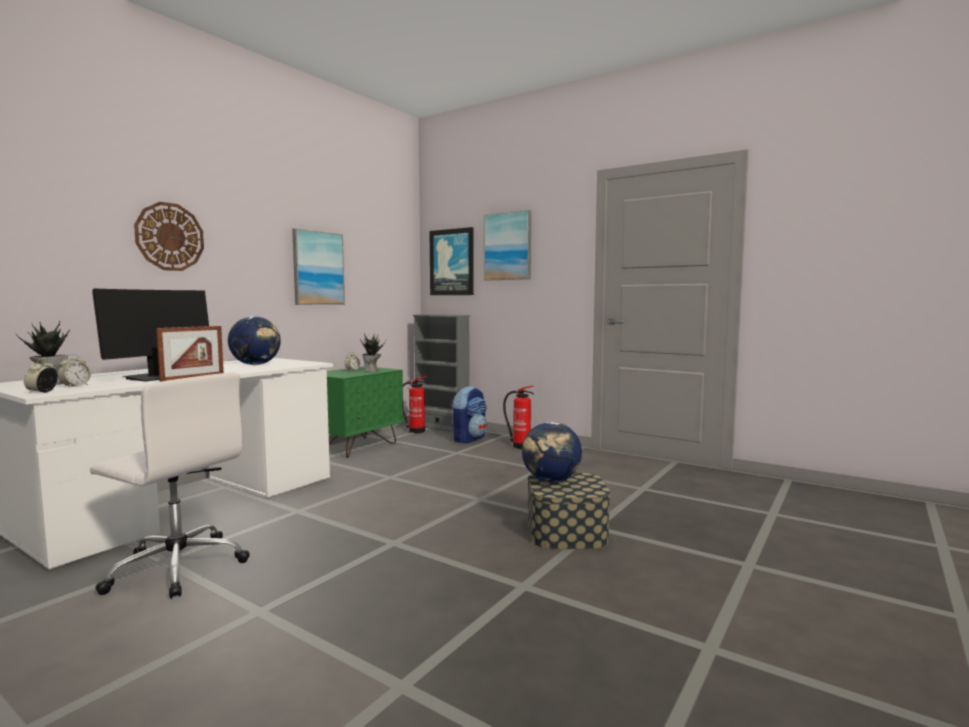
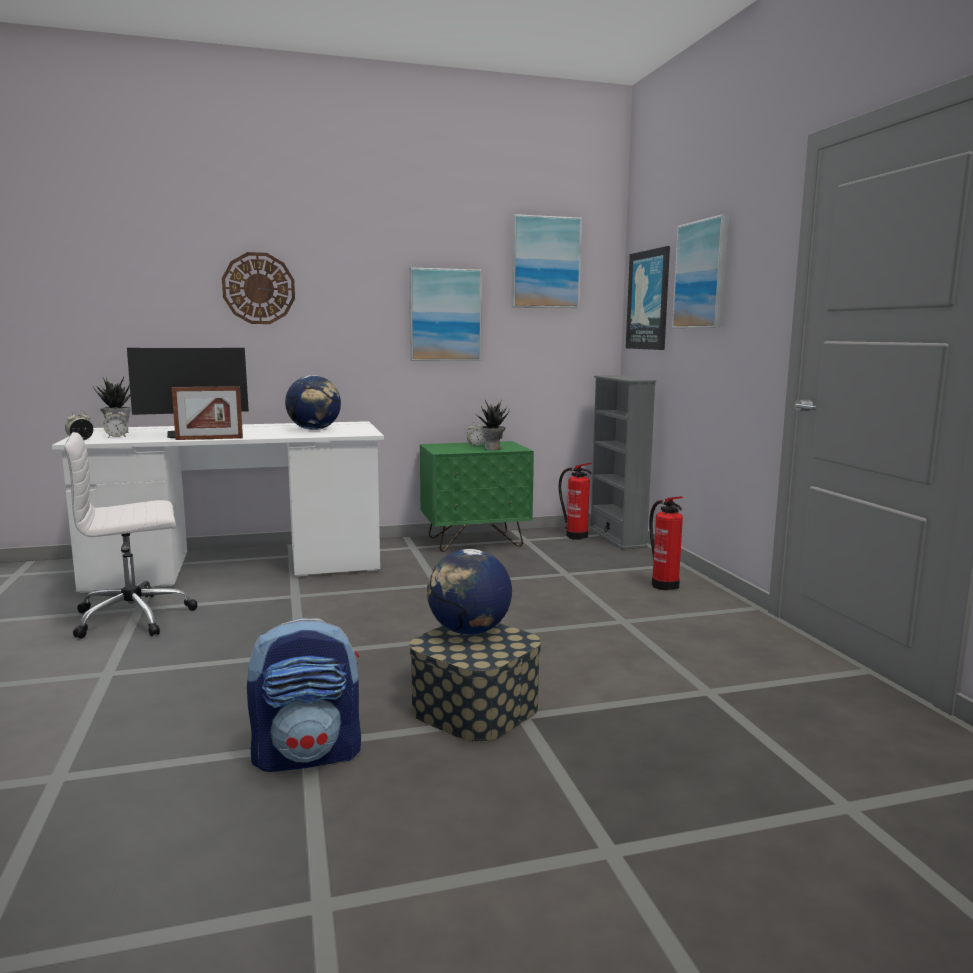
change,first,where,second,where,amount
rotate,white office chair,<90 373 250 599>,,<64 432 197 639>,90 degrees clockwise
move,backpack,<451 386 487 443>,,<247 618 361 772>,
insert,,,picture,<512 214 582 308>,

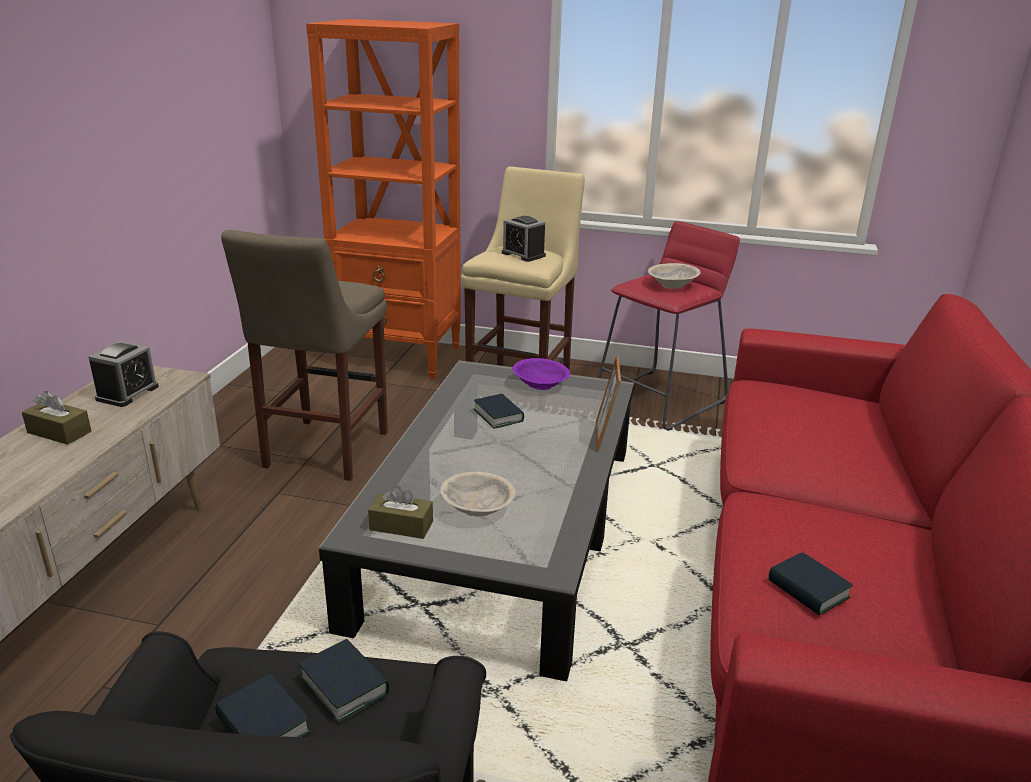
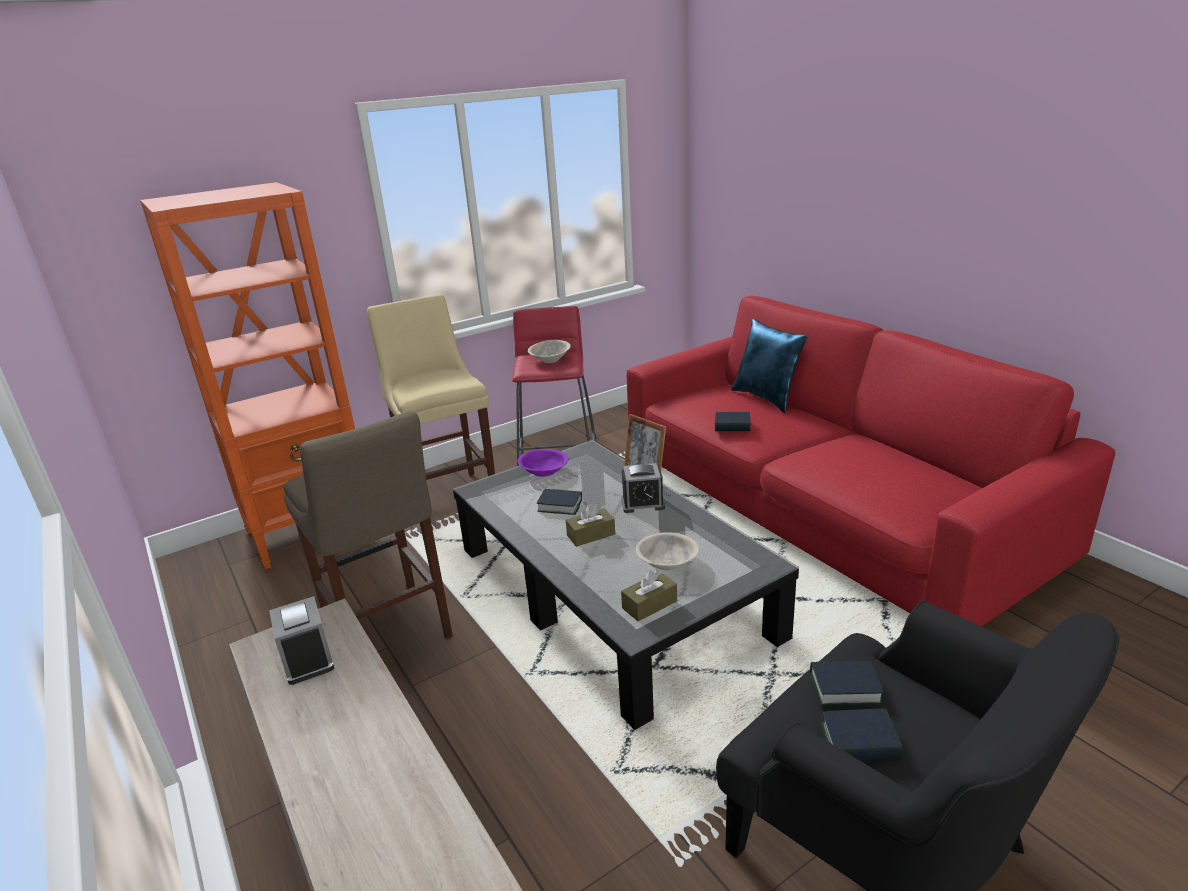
change,first,where,second,where,amount
move,alarm clock,<502 216 546 262>,,<621 463 665 513>,
move,brown tissue box,<22 391 92 445>,,<566 504 615 547>,
move,book,<768 552 853 616>,,<715 412 751 431>,
insert,,,blue pillow,<731 319 808 413>,

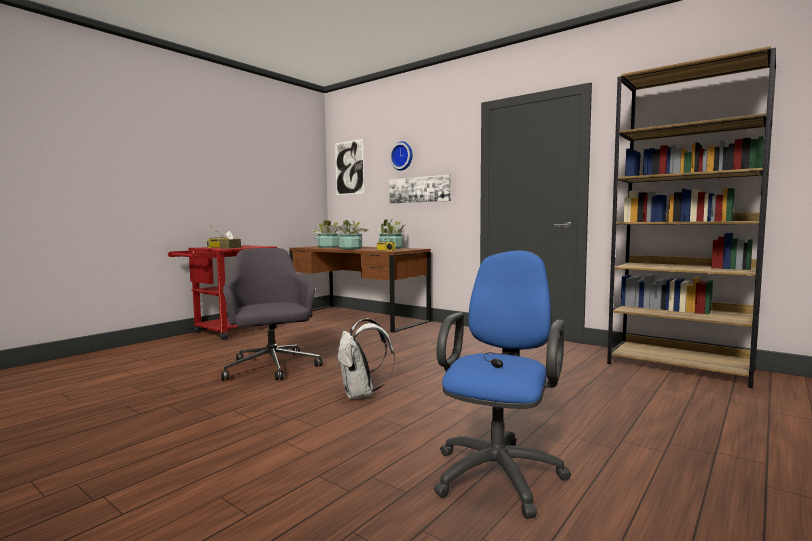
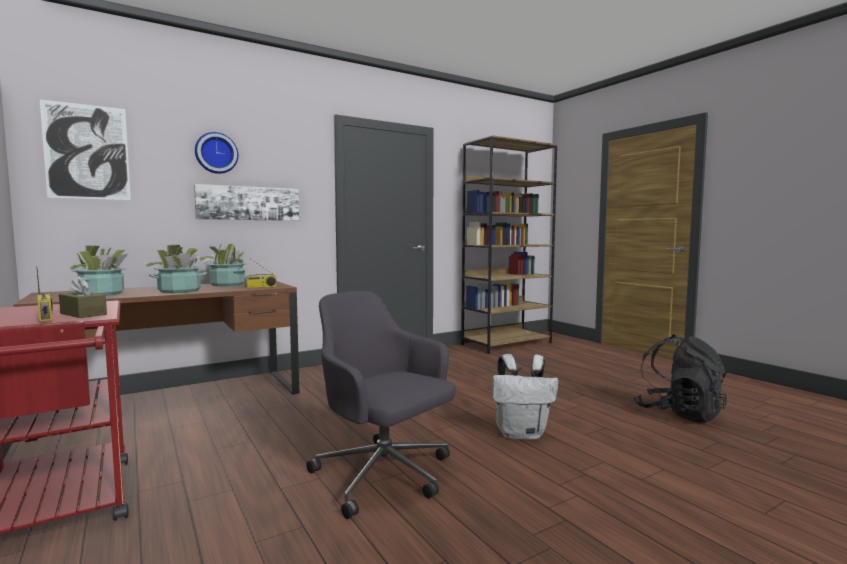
change,first,where,second,where,amount
rotate,grey office chair,<221 248 322 381>,,<306 291 456 519>,45 degrees clockwise
replace,blue office chair,<434 251 571 519>,black backpack,<633 334 727 423>,

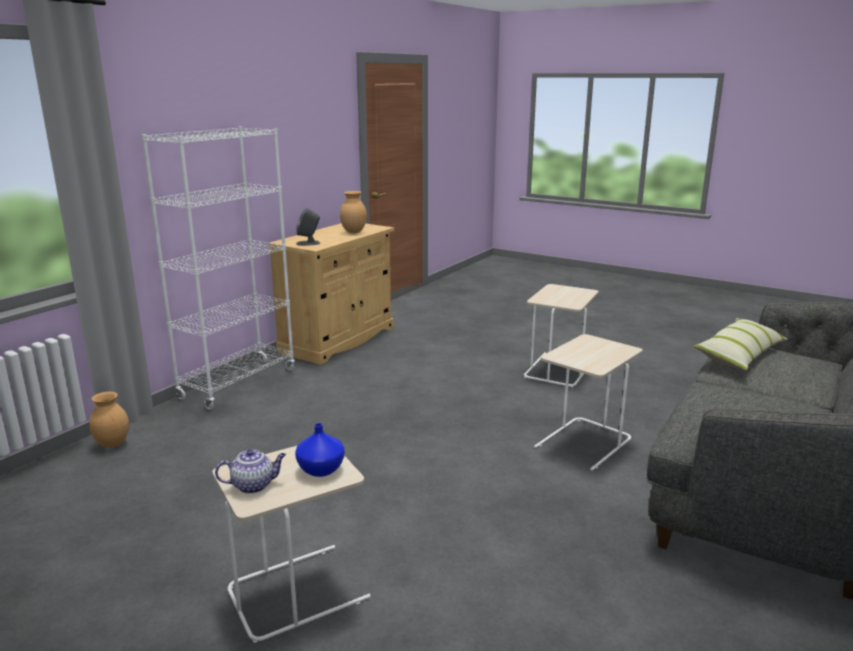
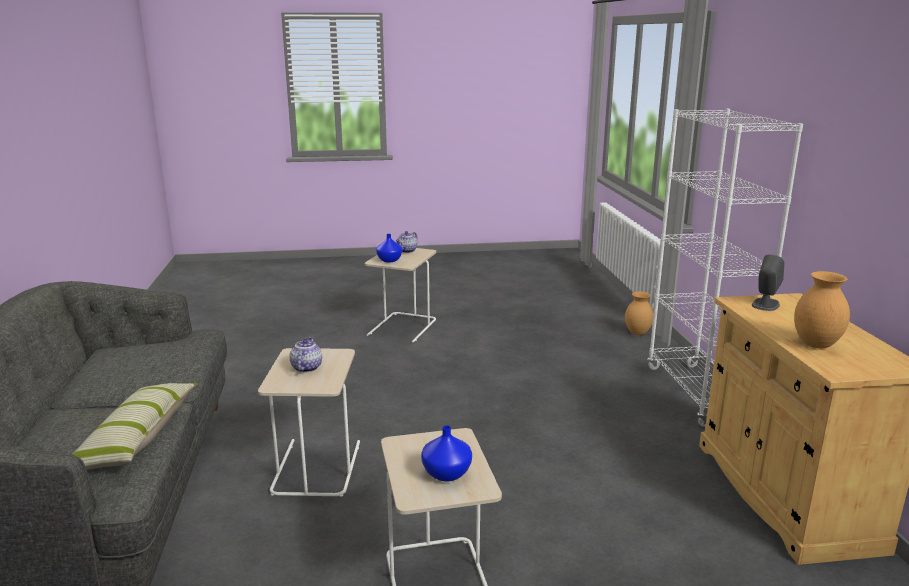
change,first,where,second,where,amount
insert,,,teapot,<290 337 322 372>,
insert,,,blue vase,<421 425 472 482>,

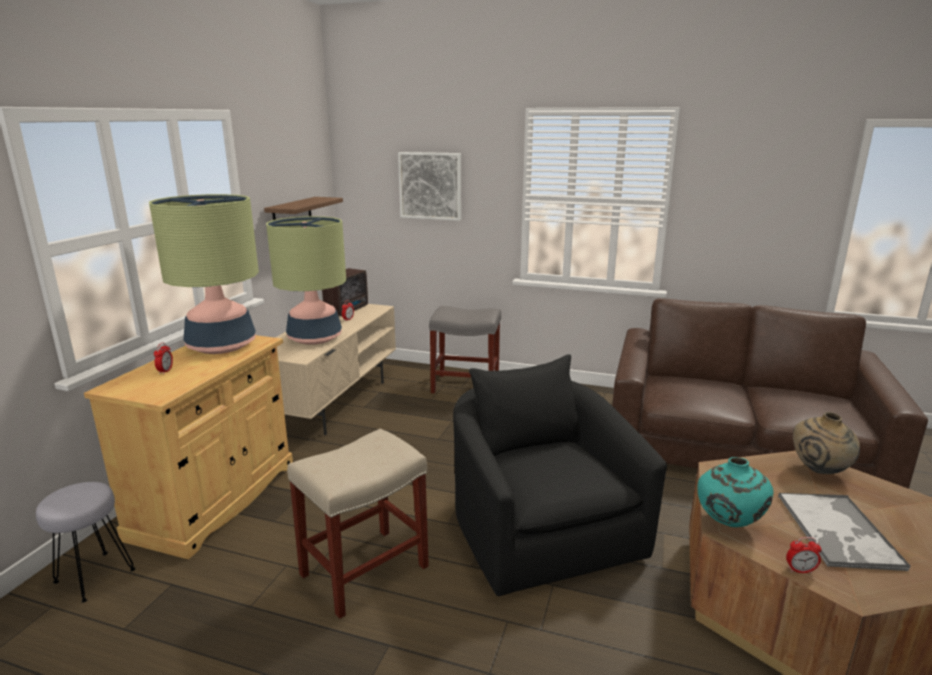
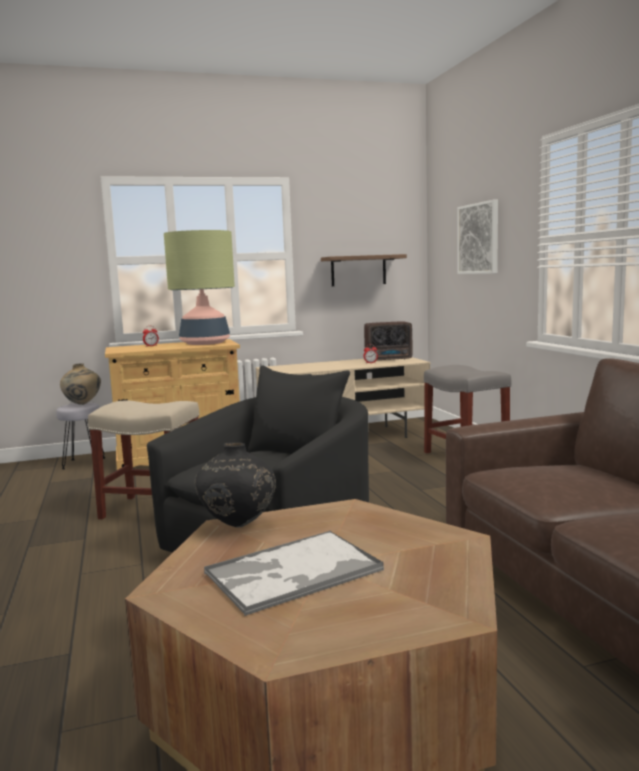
change,first,where,second,where,amount
delete,table lamp,<266 216 346 345>,,,
move,beige vase,<793 412 860 474>,,<60 363 101 405>,
recolor,turquoise vase,<697 457 773 527>,black vase,<194 442 276 527>,
delete,alarm clock,<786 537 822 573>,,,

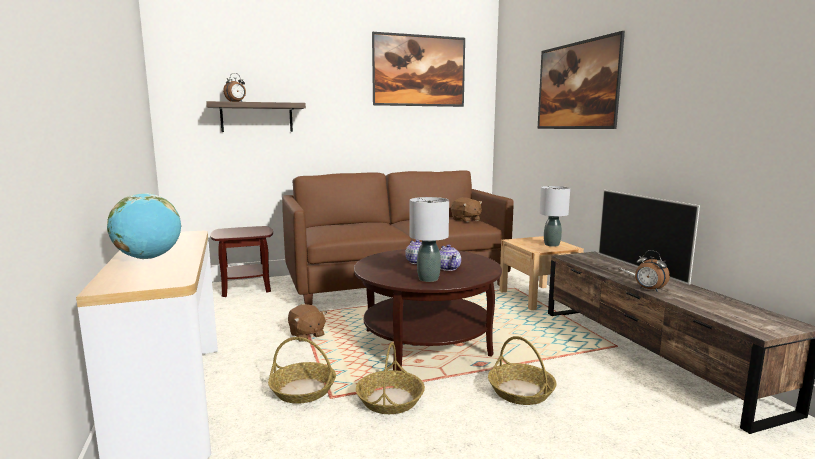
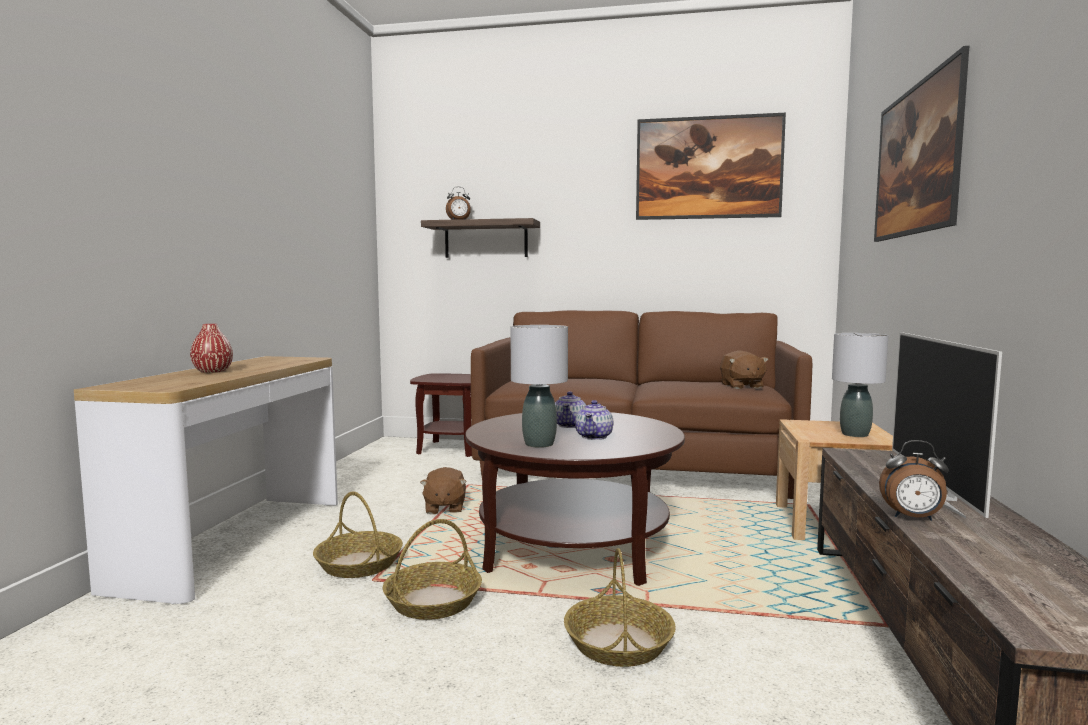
change,first,where,second,where,amount
replace,globe,<107 193 181 259>,red vase,<190 324 233 373>,
rotate,alarm clock,<635 250 670 292>,,<879 440 949 521>,60 degrees counterclockwise

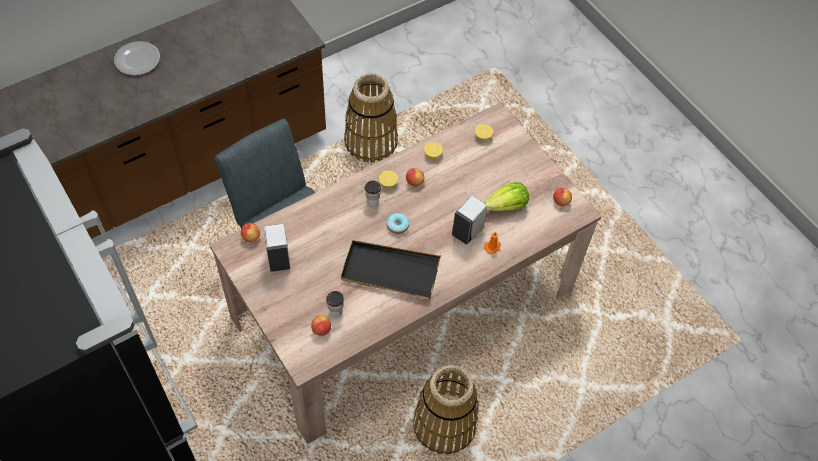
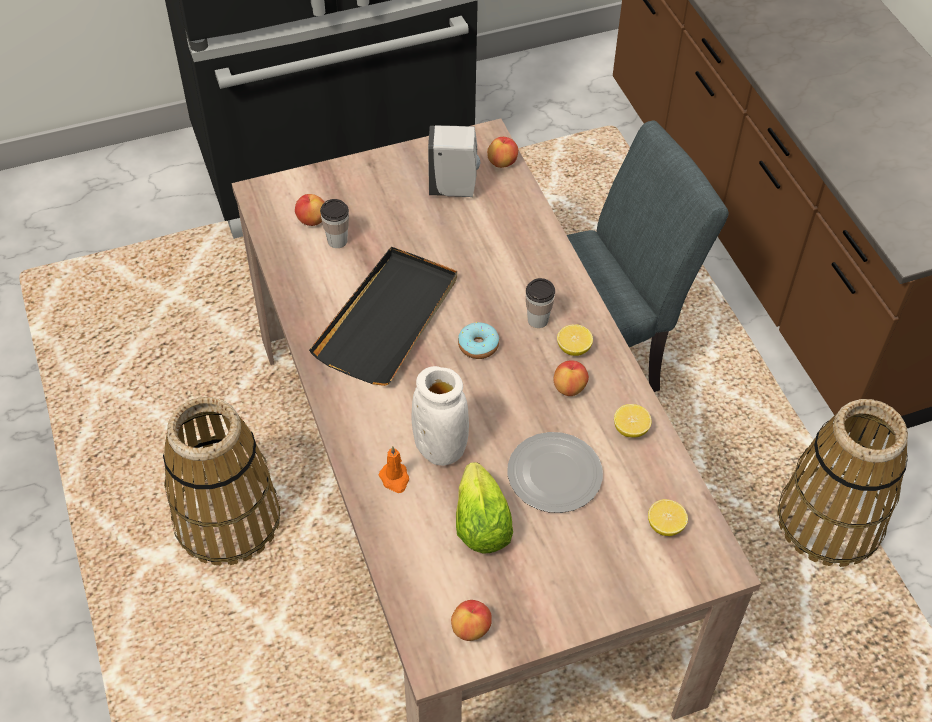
change,first,where,second,where,amount
move,plate,<114 41 160 75>,,<507 432 603 513>,
replace,white soap dispenser,<452 195 487 245>,white vase,<412 366 469 466>,

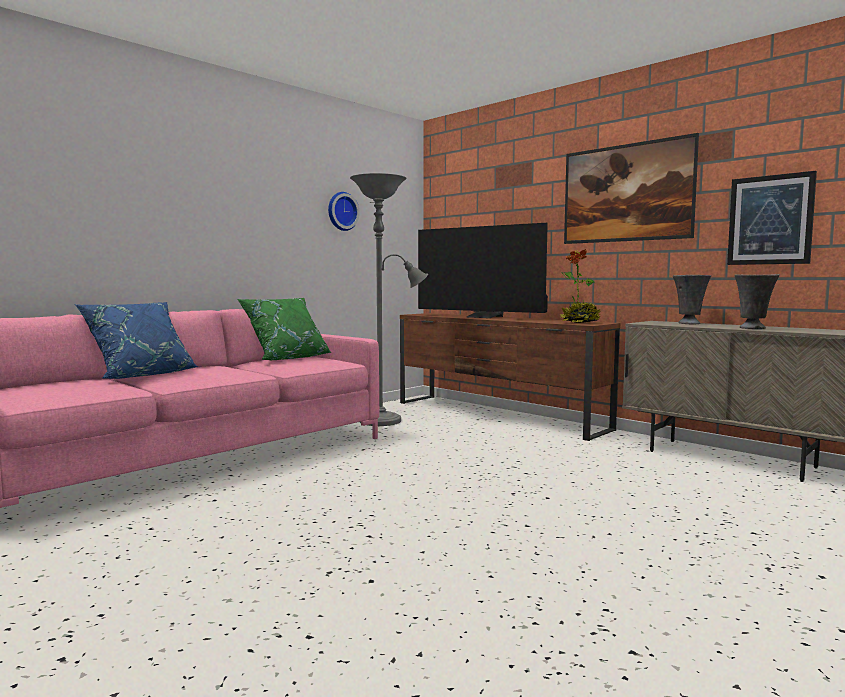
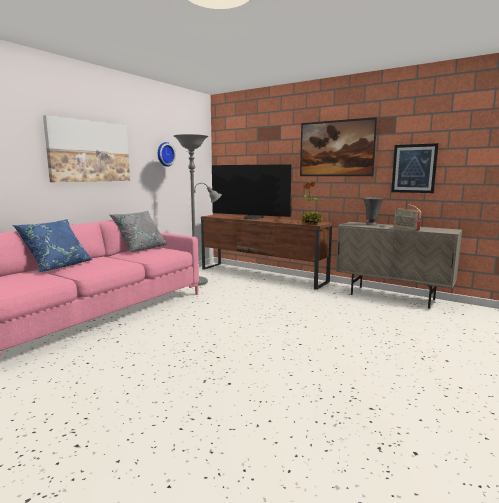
change,first,where,second,where,amount
replace,grey vase,<734 274 780 329>,radio,<394 205 421 231>,
recolor,green pillow,<237 298 331 360>,grey pillow,<109 211 168 252>,
insert,,,picture,<43 115 130 182>,

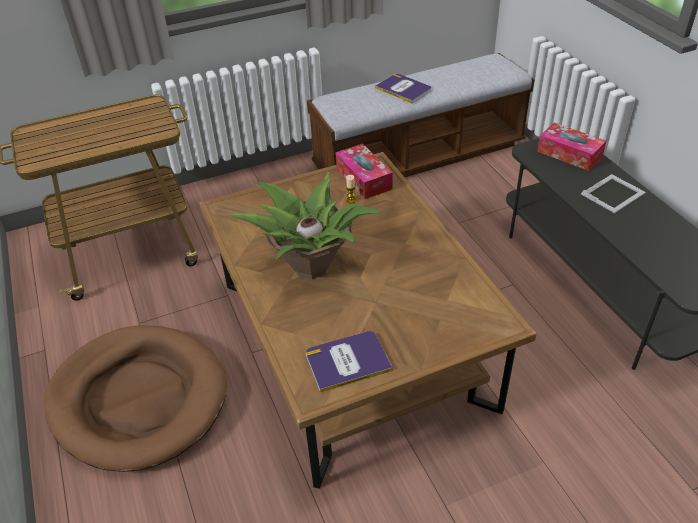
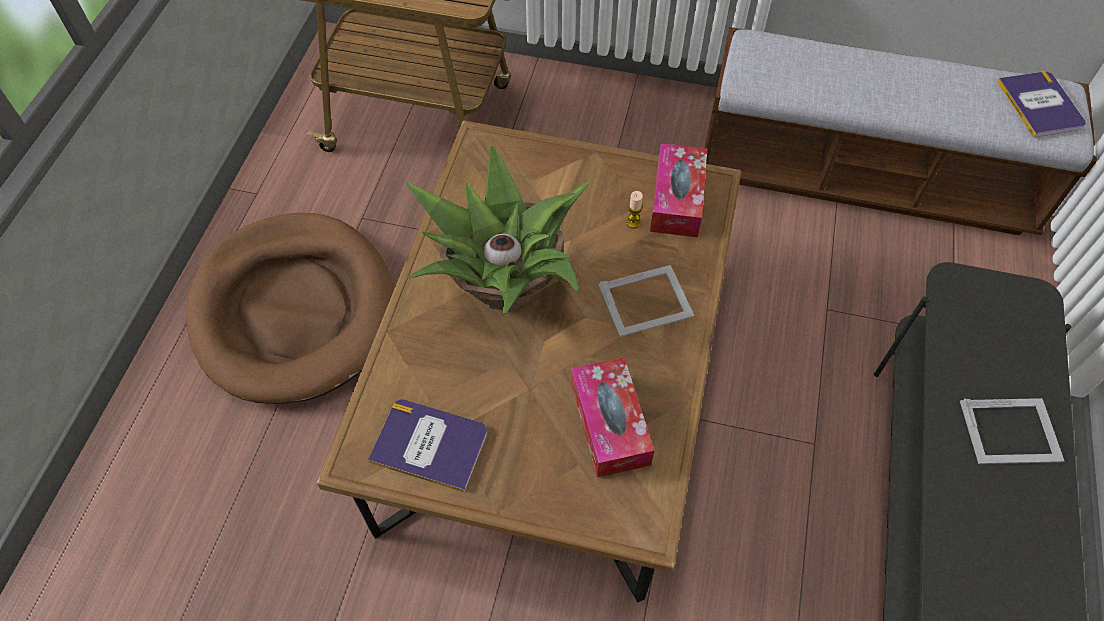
change,first,where,second,where,amount
move,book,<375 74 431 103>,,<997 71 1086 137>,
move,tissue box,<537 123 606 171>,,<571 357 655 478>,
insert,,,picture frame,<598 265 694 337>,

